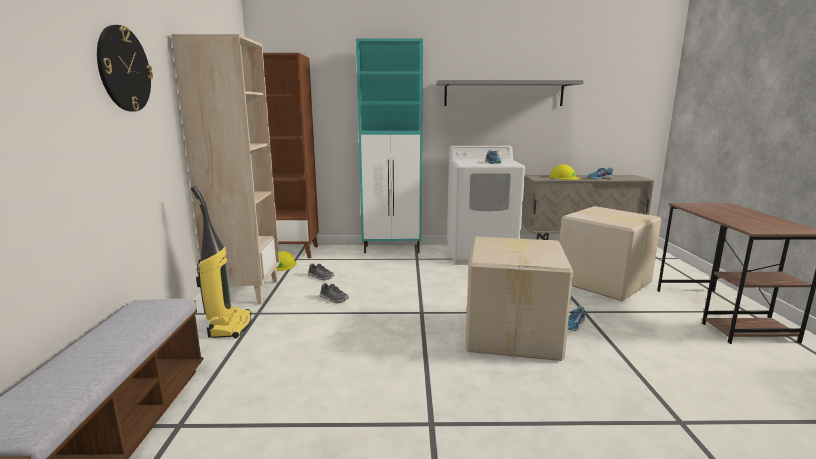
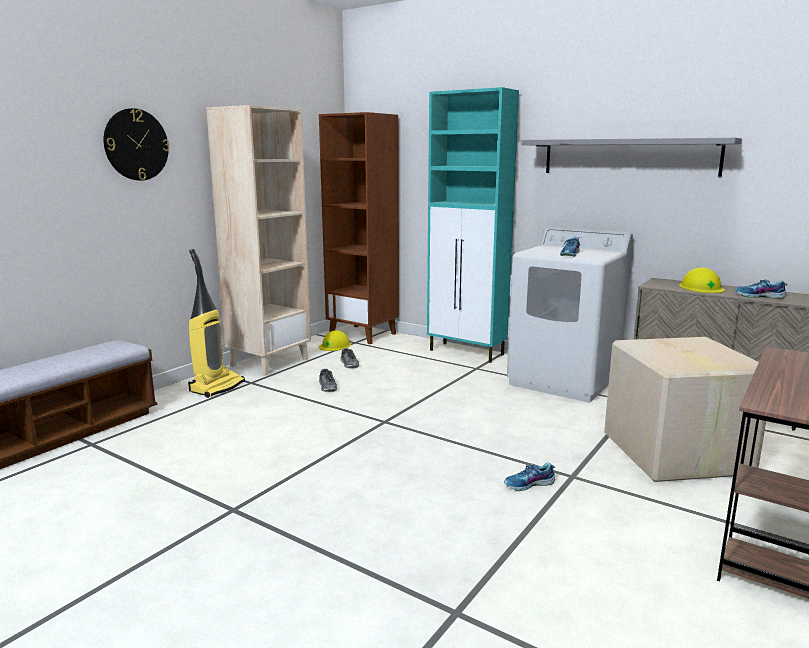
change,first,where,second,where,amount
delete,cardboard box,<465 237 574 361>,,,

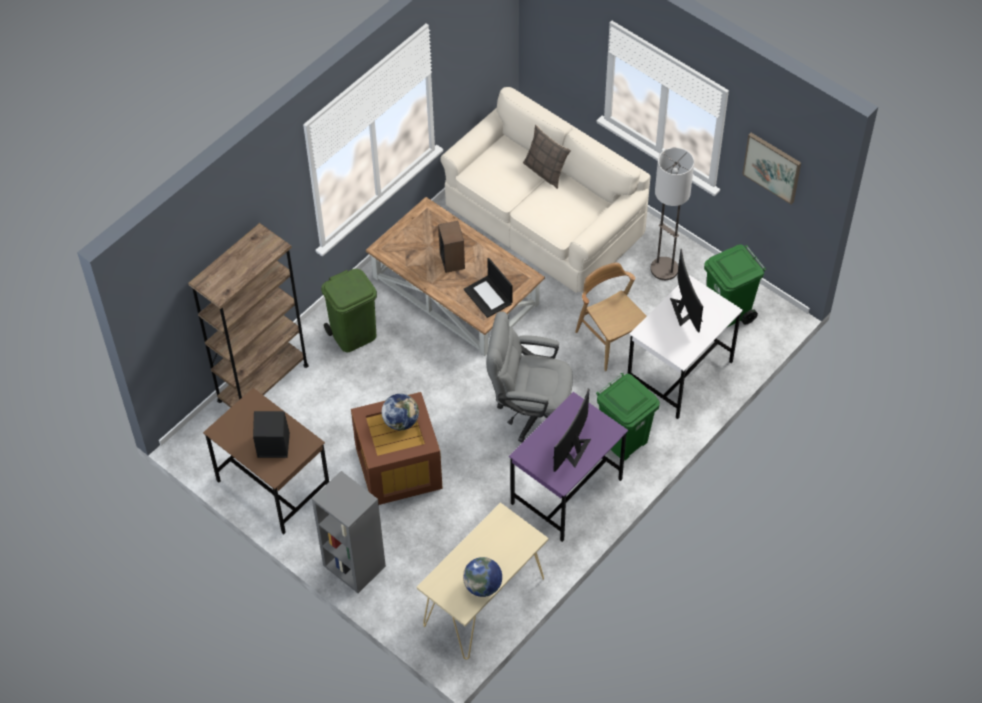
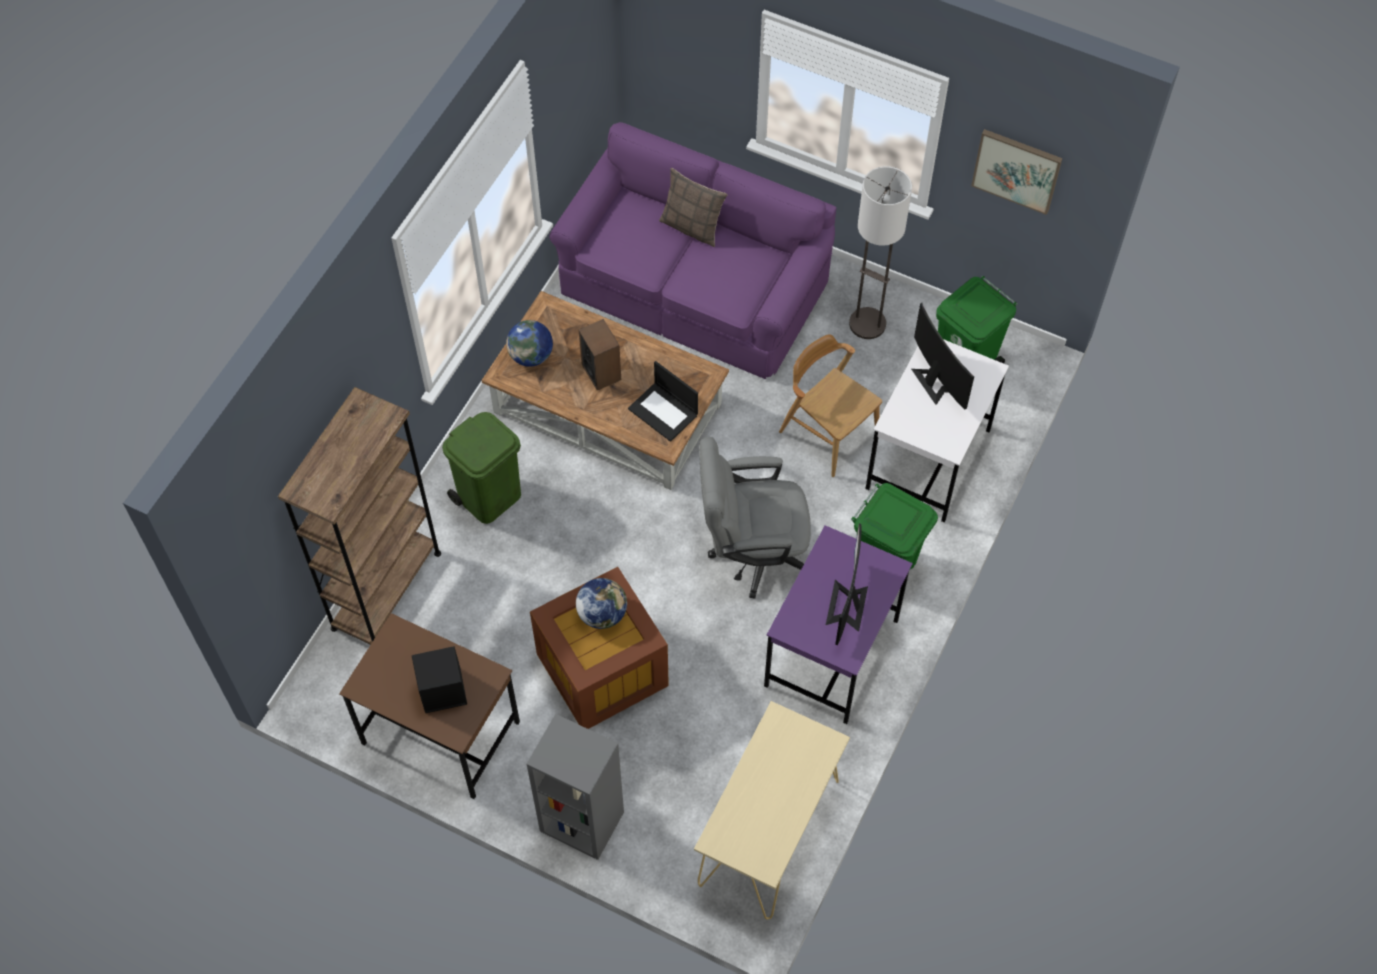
change,first,where,second,where,amount
recolor,beige sofa,<440 87 651 293>,purple sofa,<549 122 836 379>,
move,globe,<463 557 502 597>,,<506 320 553 367>,

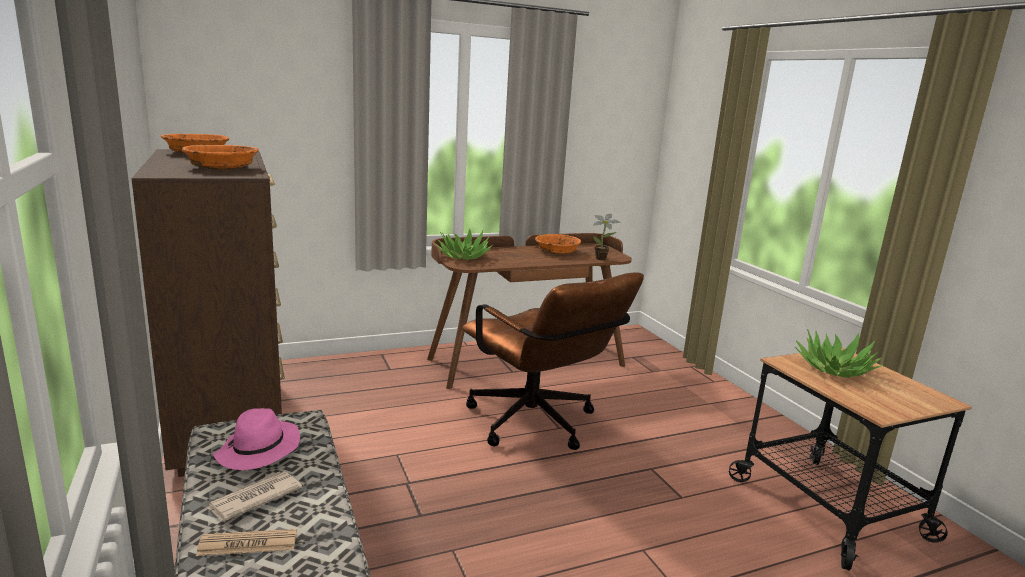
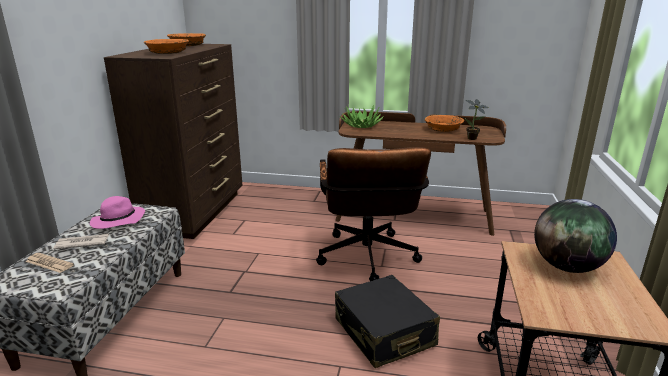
change,first,where,second,where,amount
replace,potted plant,<795 329 883 378>,globe,<534 199 617 273>,
insert,,,black suitcase,<335 275 440 368>,

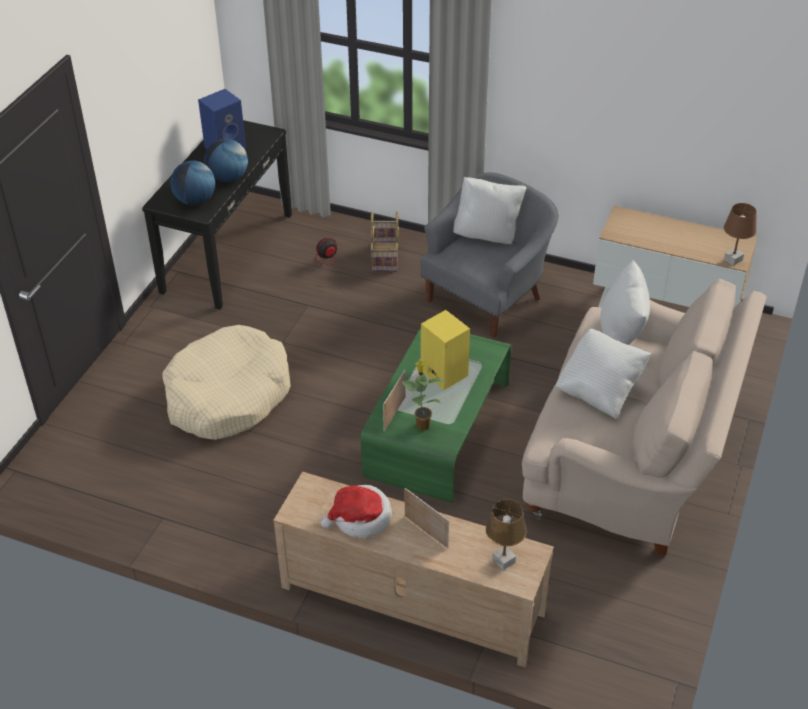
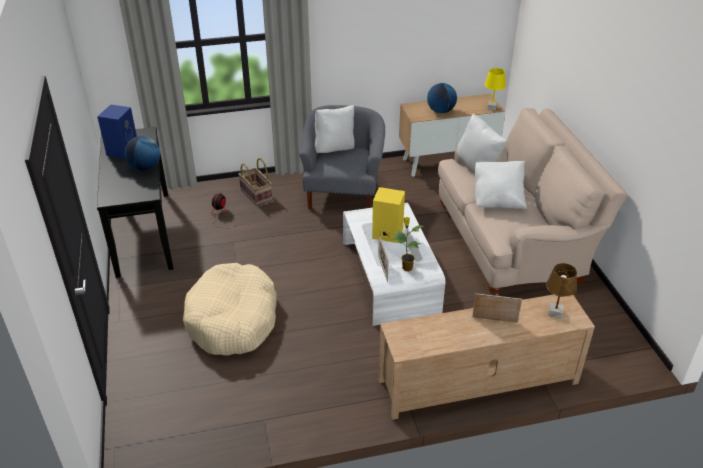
change,first,where,second,where,amount
move,globe,<171 161 215 205>,,<427 83 457 113>,
recolor,brown table lamp,<724 203 757 266>,yellow table lamp,<485 68 506 111>,
recolor,green coffee table,<361 327 511 503>,white coffee table,<343 203 445 326>,
delete,hat,<321 485 392 538>,,,

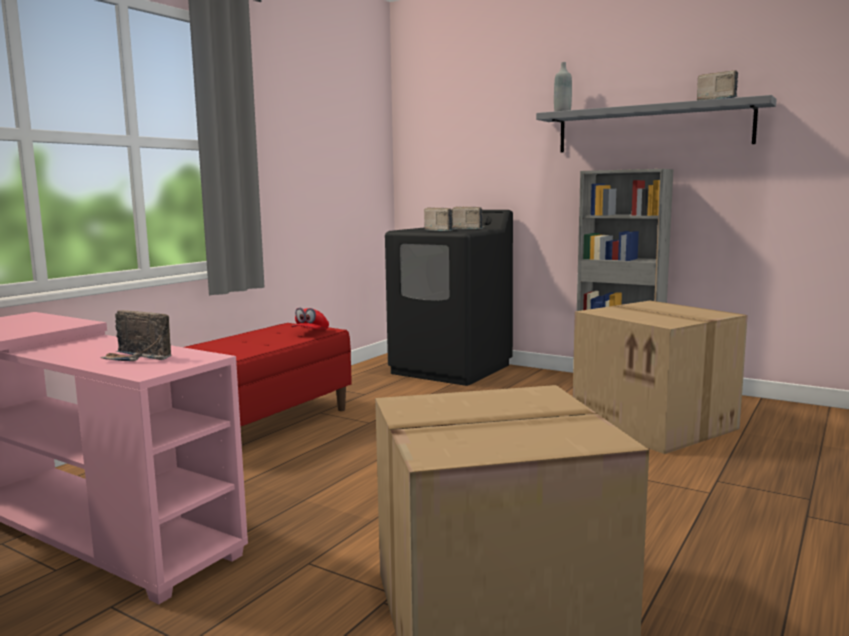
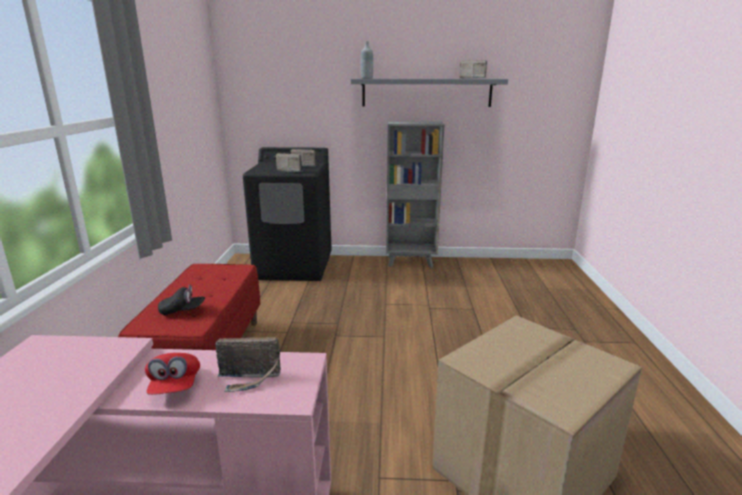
change,first,where,second,where,amount
delete,cardboard box,<573 301 748 454>,,,
move,red cap,<291 308 329 330>,,<145 353 200 395>,
insert,,,black cap,<158 284 205 315>,

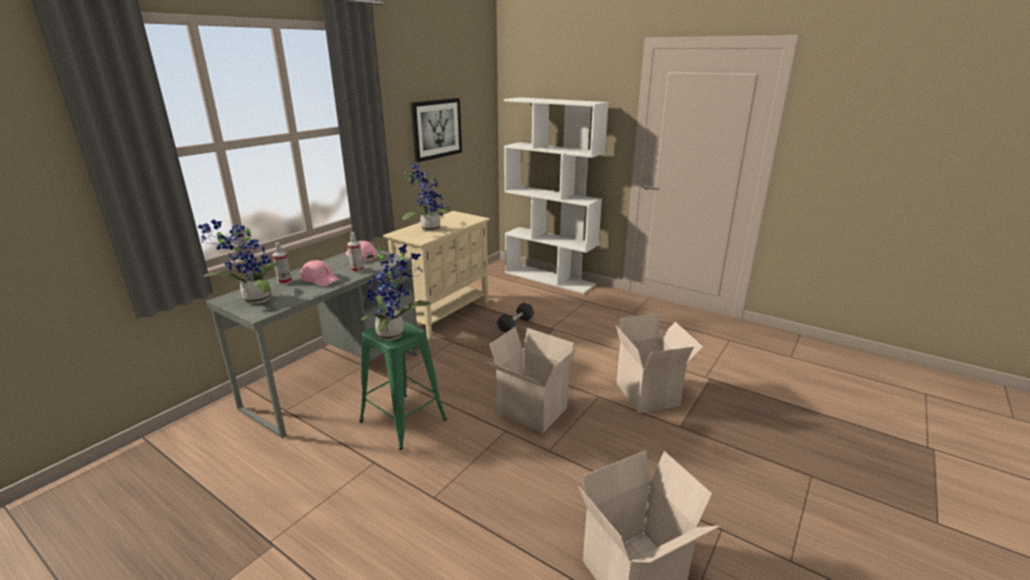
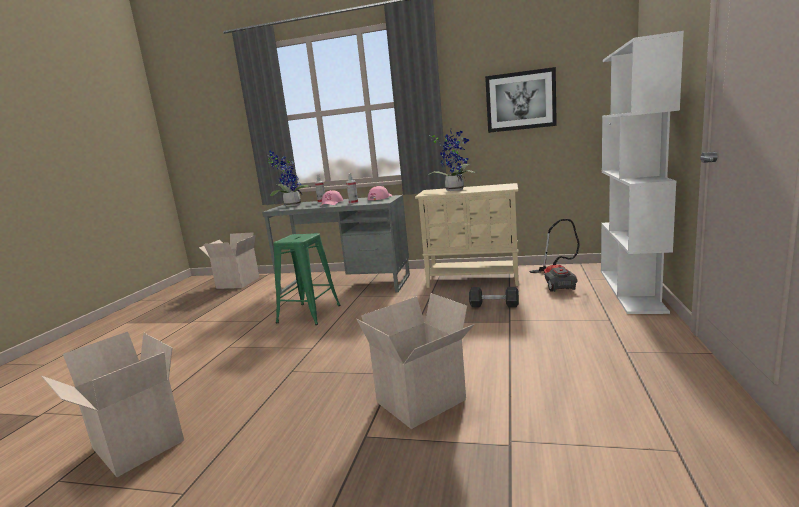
change,first,where,second,where,amount
delete,potted plant,<361 244 431 341>,,,
move,cardboard box,<486 327 578 433>,,<199 232 259 289>,
insert,,,vacuum cleaner,<529 219 579 292>,

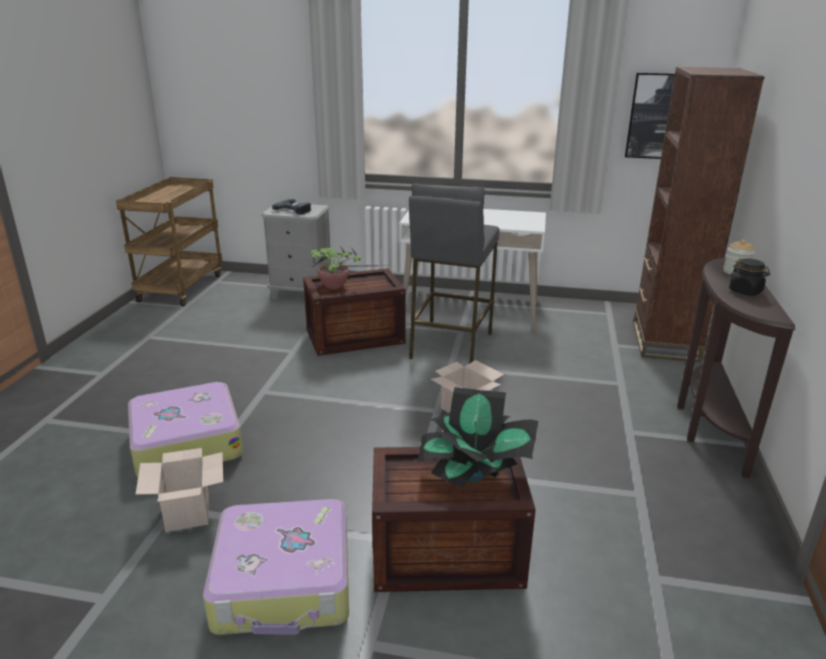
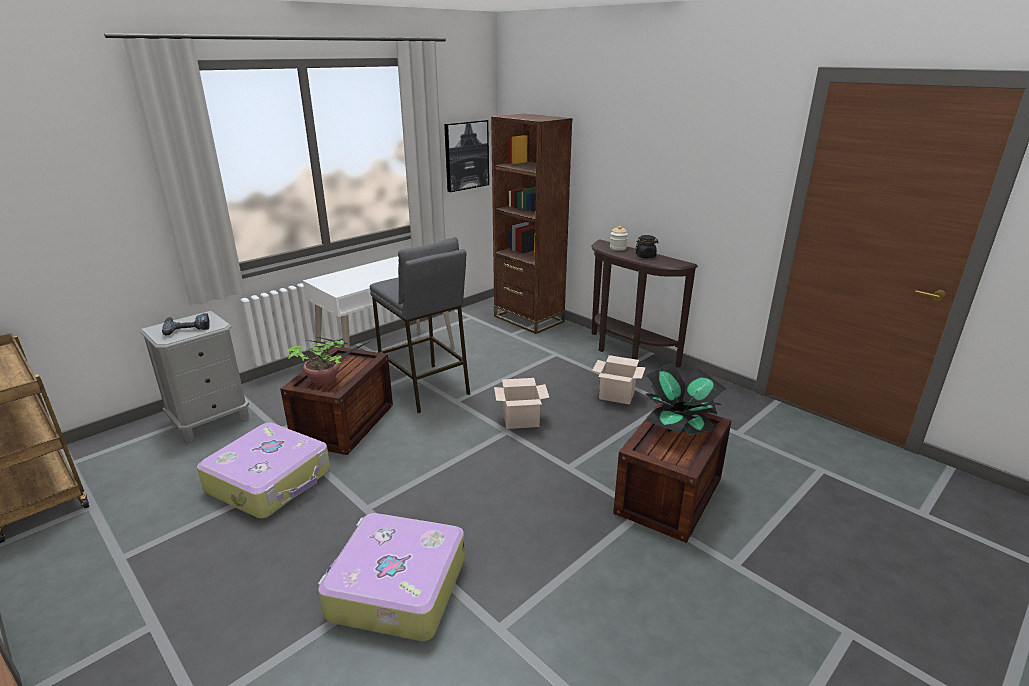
change,first,where,second,where,amount
move,cardboard box,<136 448 223 532>,,<592 355 646 405>,
move,suitcase,<203 499 349 635>,,<197 423 330 519>,

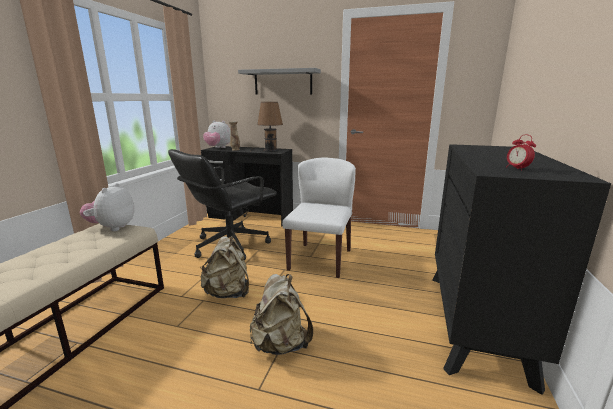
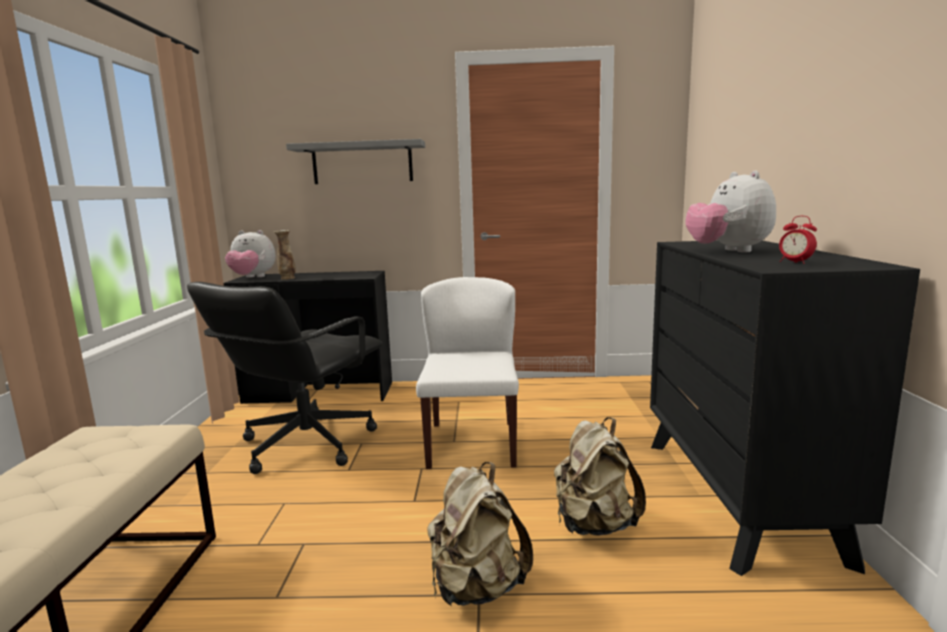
change,first,where,second,where,amount
delete,brown table lamp,<251 102 283 152>,,,
move,plush toy,<80 183 135 231>,,<686 171 776 252>,
move,beige backpack,<200 236 249 298>,,<554 417 646 536>,

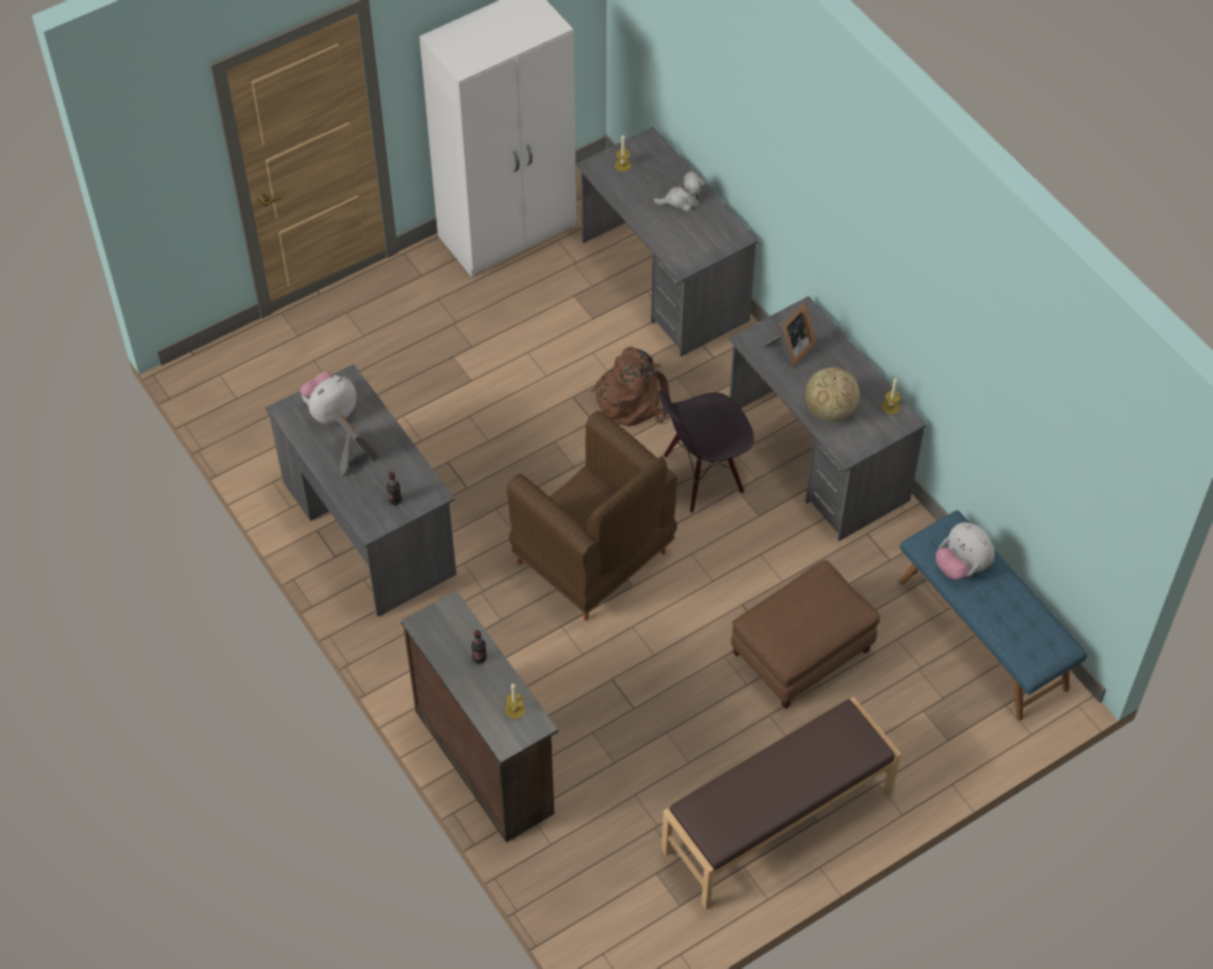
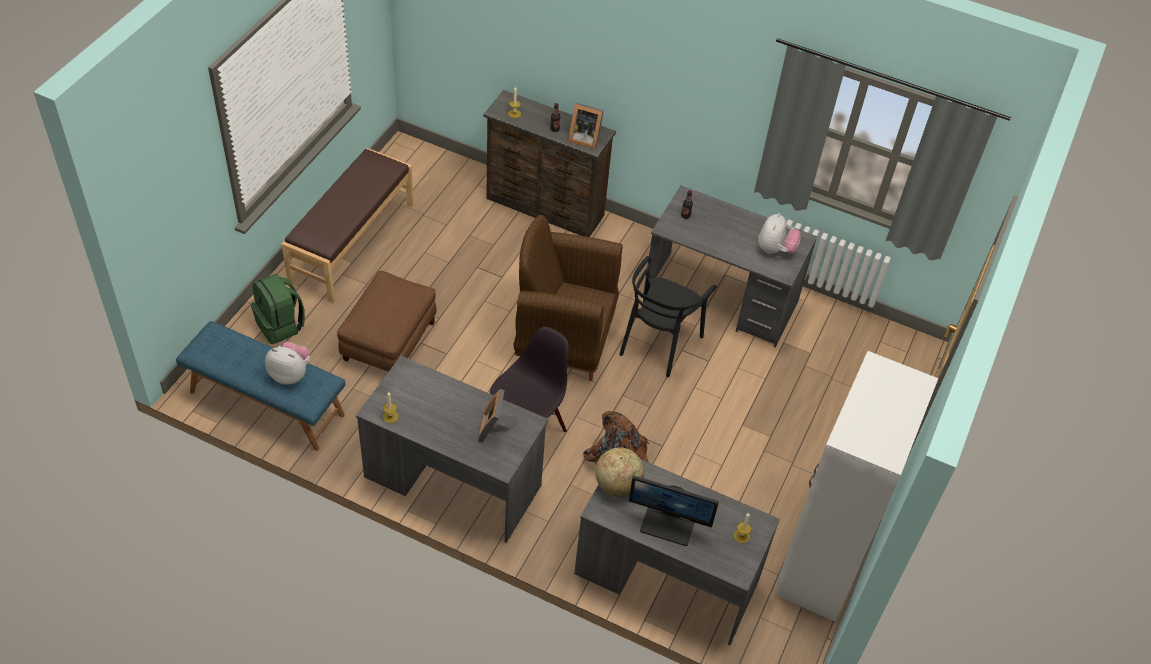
change,first,where,second,where,amount
replace,plush toy,<654 170 705 212>,monitor,<629 476 719 546>,
move,globe,<805 367 860 422>,,<595 447 644 497>,
move,picture frame,<331 410 378 476>,,<568 103 604 150>,
insert,,,black chair,<619 256 716 377>,
insert,,,green backpack,<251 274 305 344>,

